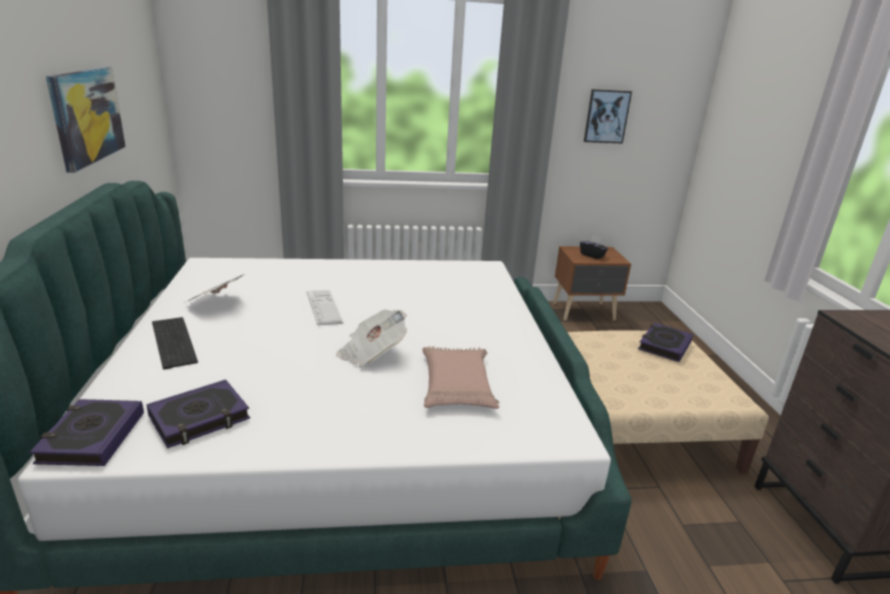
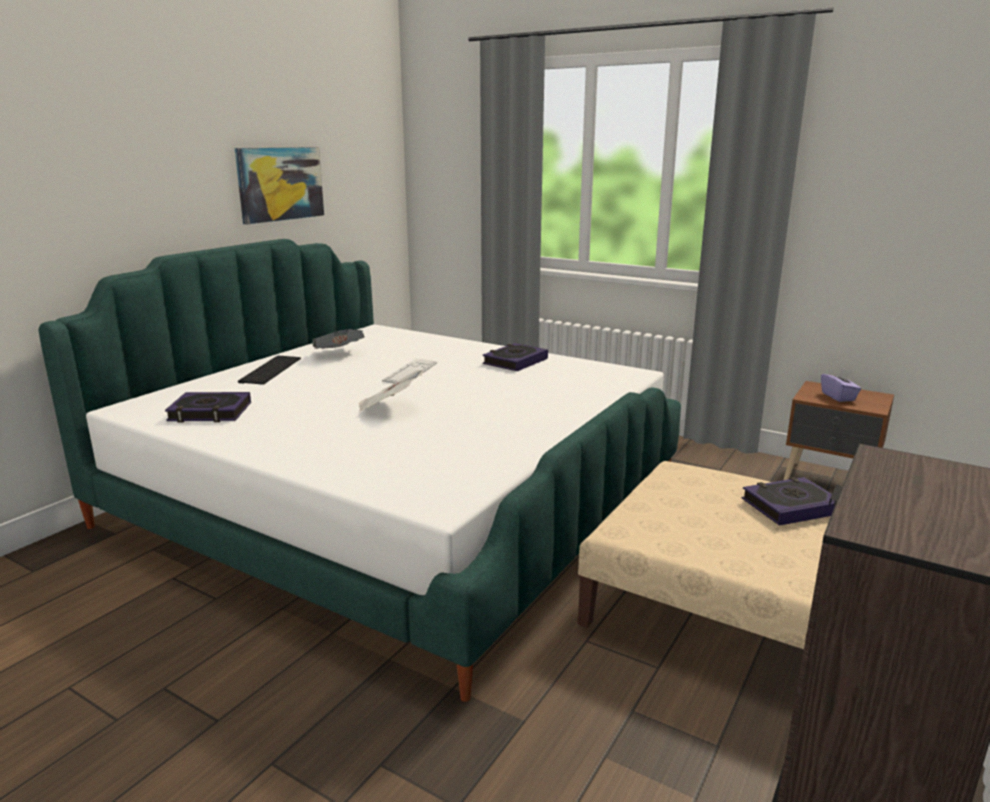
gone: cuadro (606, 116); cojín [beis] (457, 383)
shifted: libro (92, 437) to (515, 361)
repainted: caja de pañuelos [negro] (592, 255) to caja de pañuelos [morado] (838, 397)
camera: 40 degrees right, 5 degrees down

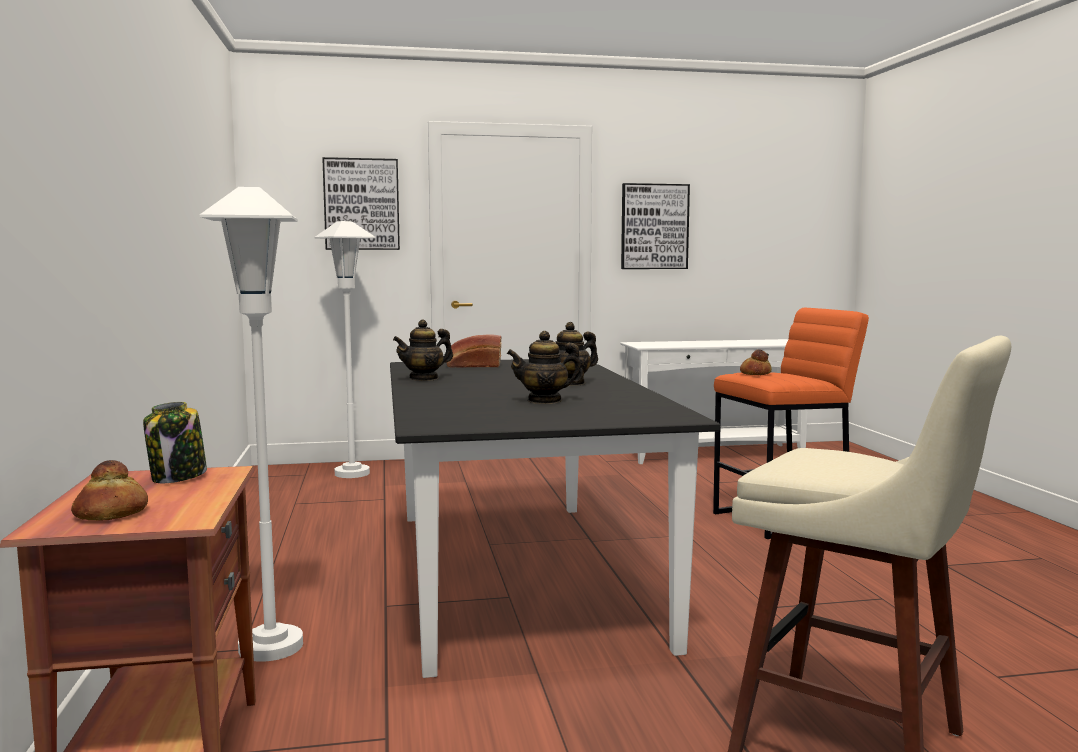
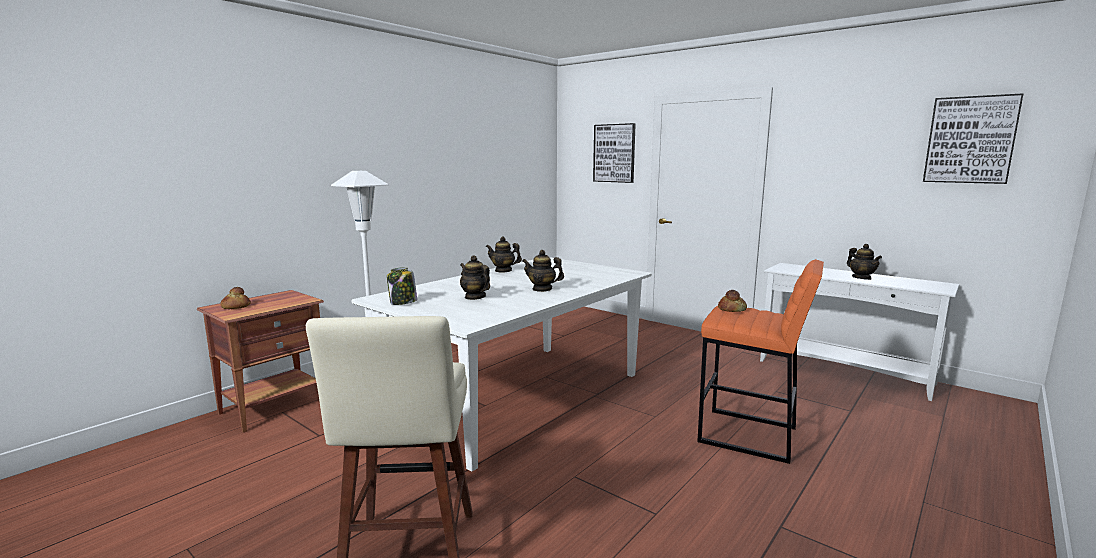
gone: lámpara de pie [blanco] (352, 473); pan (473, 366)
new: tetera (861, 278)
shifted: cuadro (654, 226) to (970, 140); tarro (178, 477) to (403, 302)
repainted: mesa de comedor [negro] (519, 573) to mesa de comedor [blanco] (518, 396)
camera: 50 degrees right, 5 degrees up

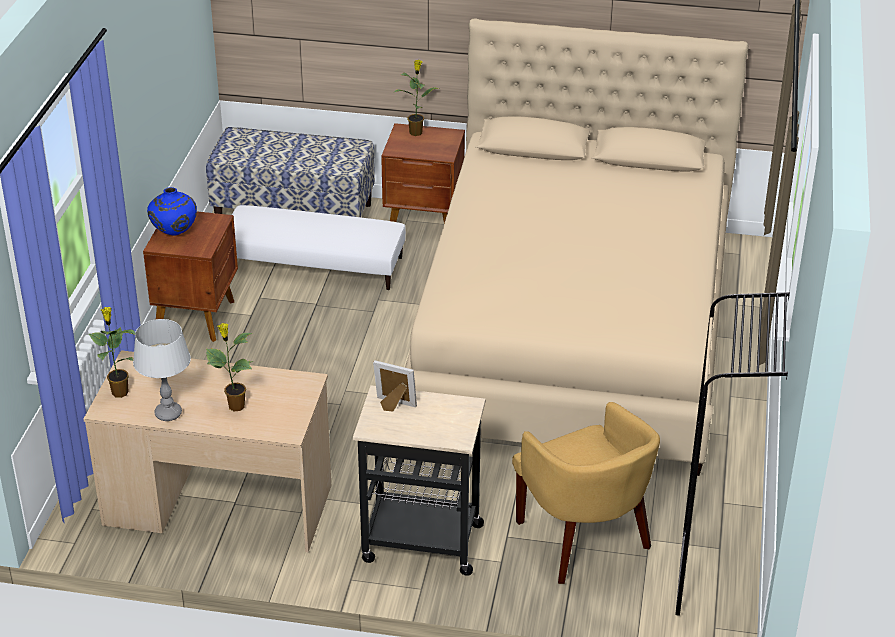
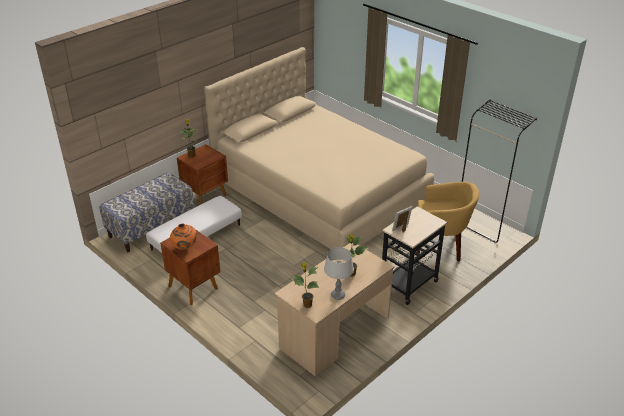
repainted: florero [azul] (174, 234) to florero [naranja] (184, 248)
camera: 55 degrees left, 0 degrees up

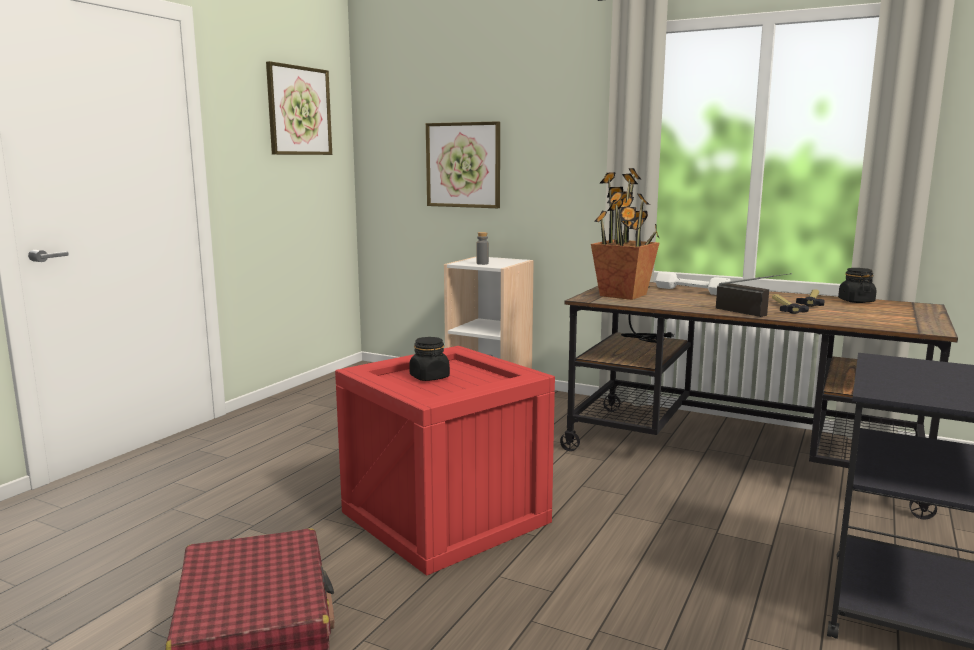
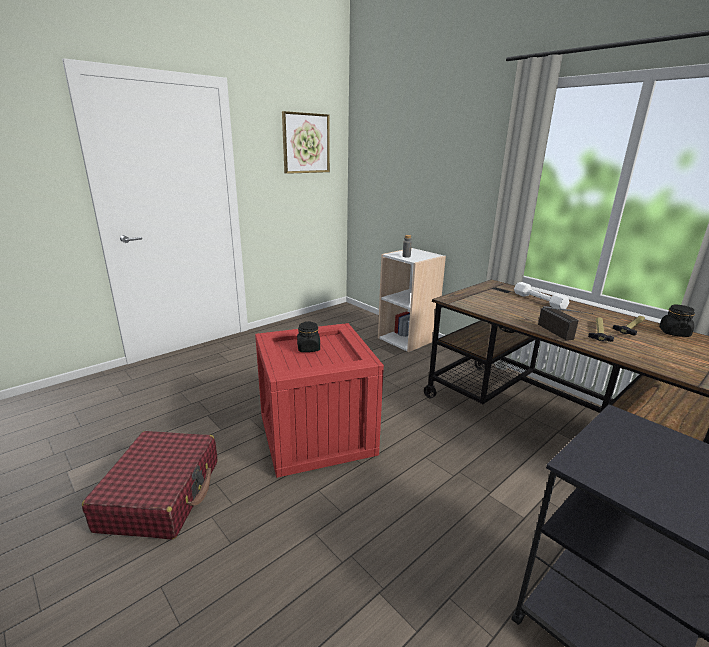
gone: cuadro (463, 165); planta en maceta (623, 295)
camera: 20 degrees right, 10 degrees up

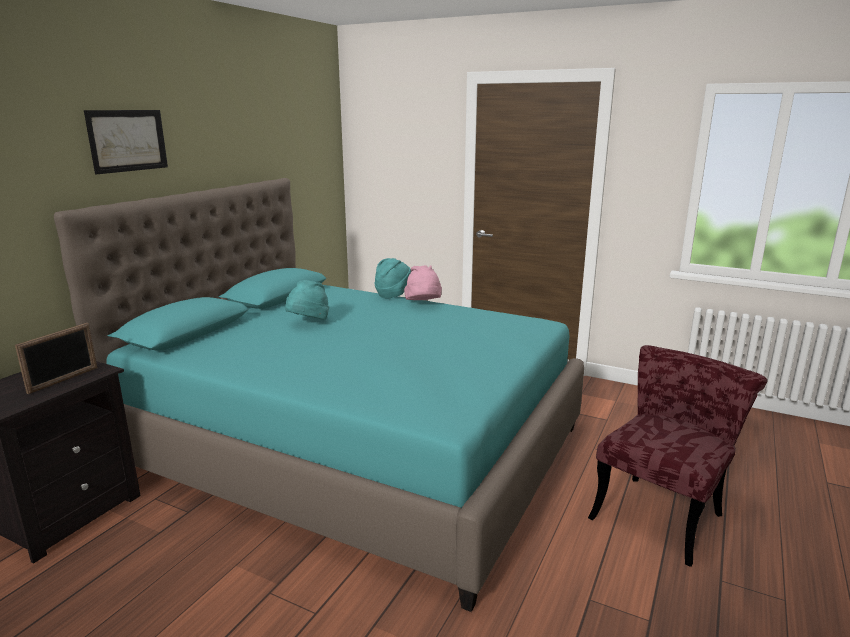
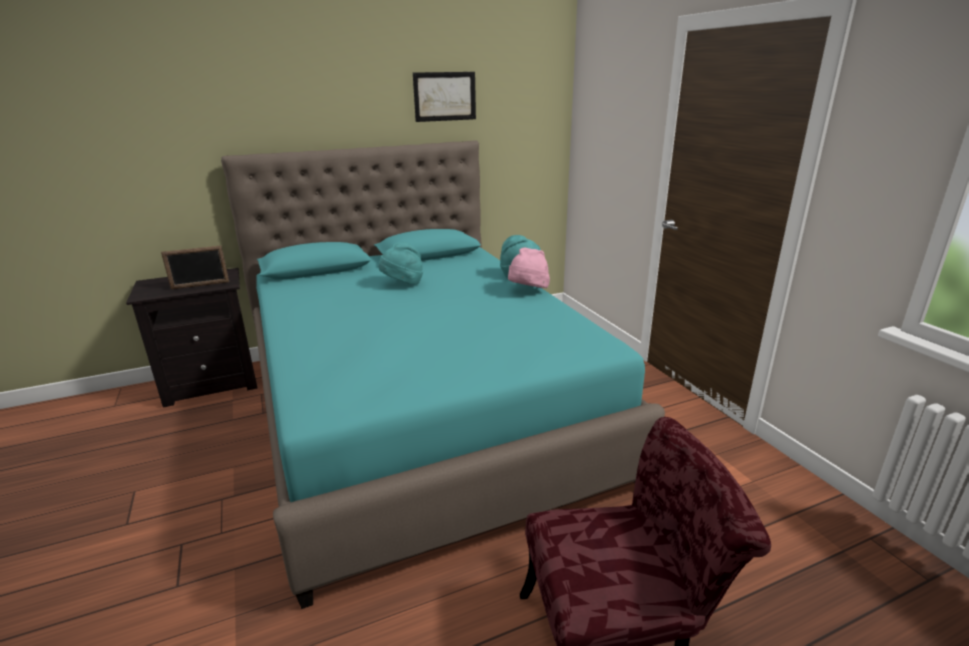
shifted: cuadro (128, 140) to (445, 96)
camera: 40 degrees right, 5 degrees up

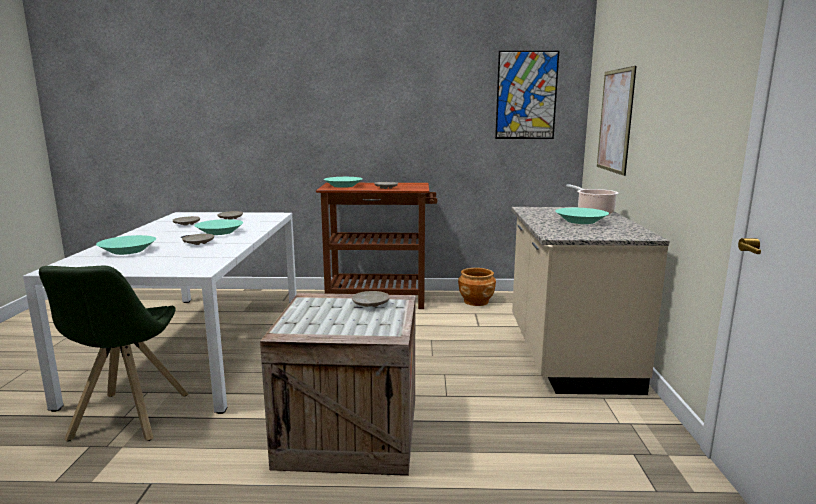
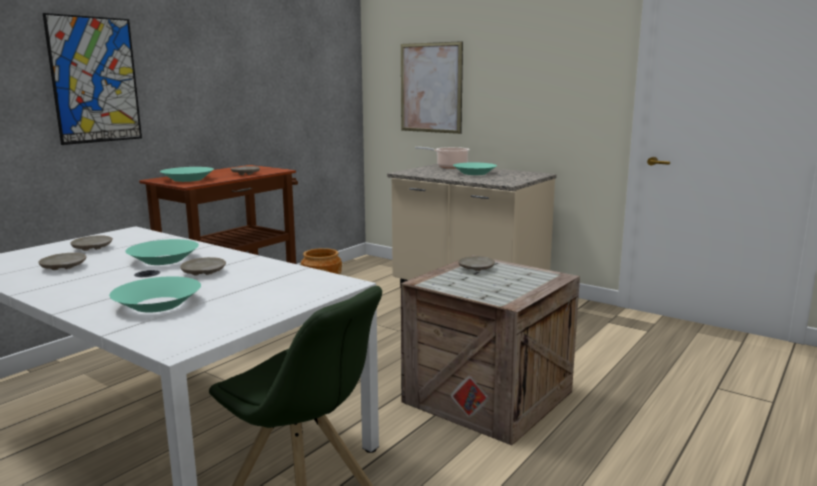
shifted: cuadro (526, 95) to (95, 80)
camera: 55 degrees left, 0 degrees up

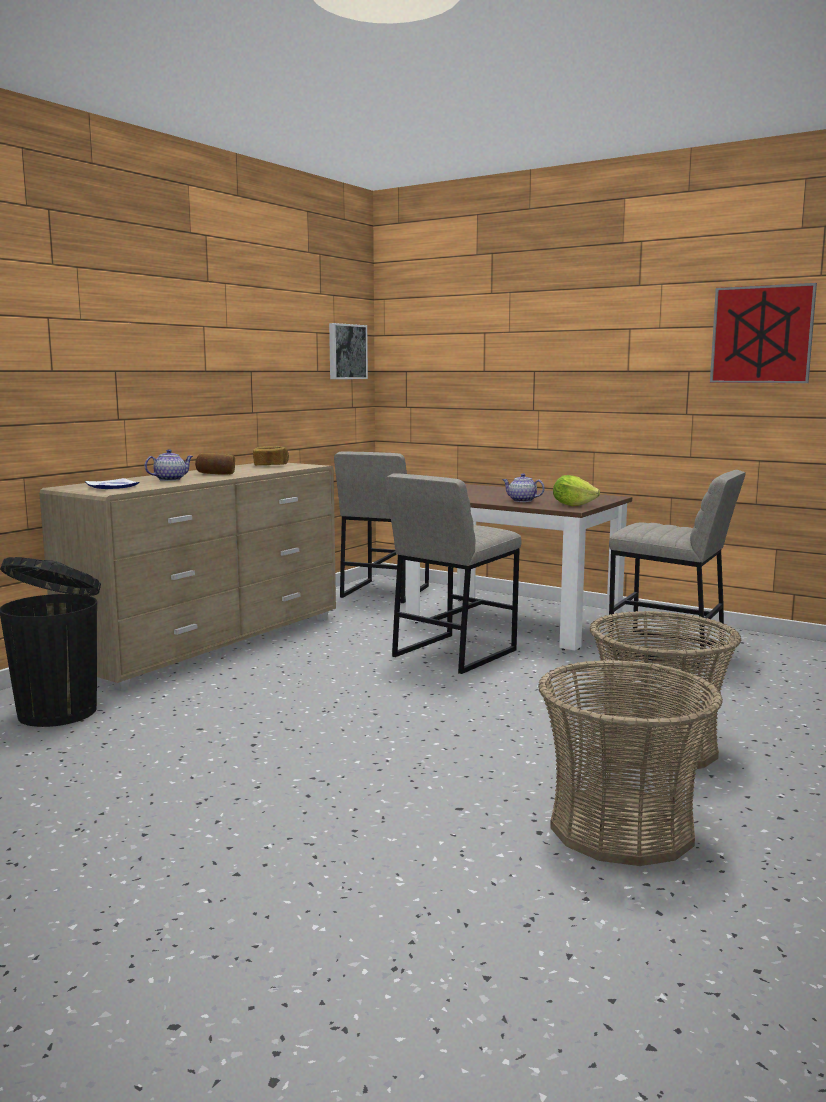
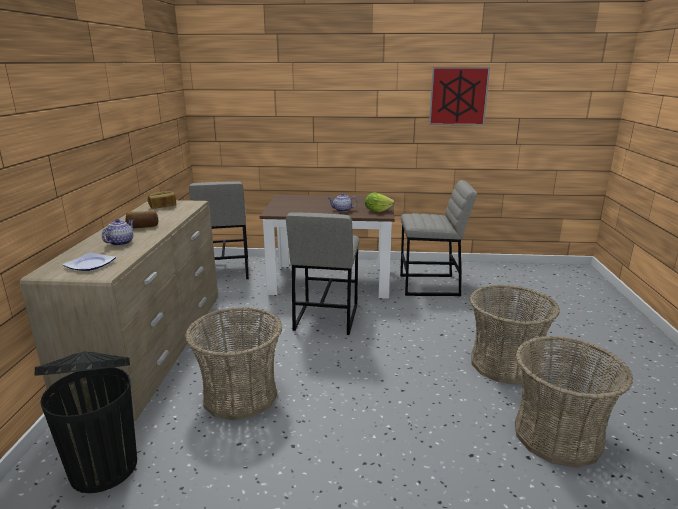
gone: cuadro (346, 351)
new: cesta (240, 395)
camera: 30 degrees left, 10 degrees up

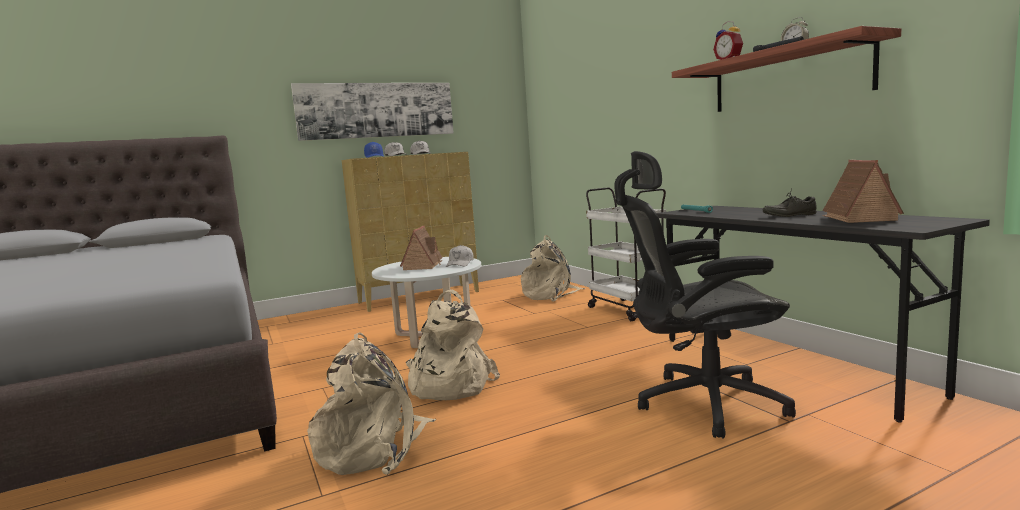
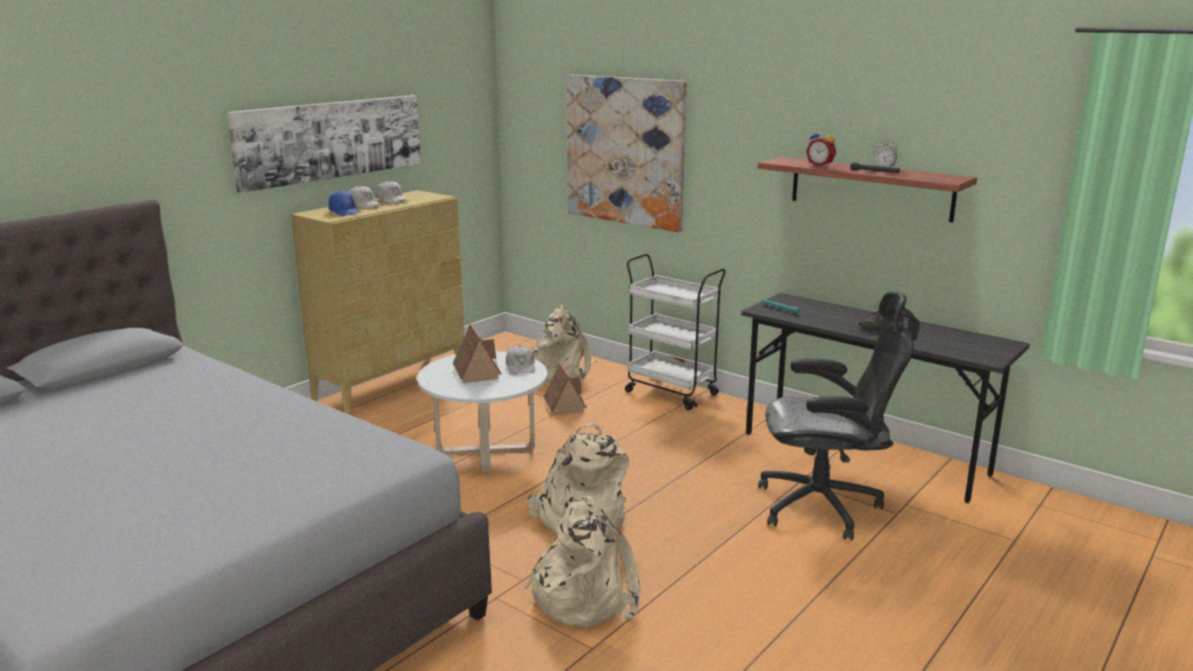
new: cuadro (625, 151)
shifted: casita (858, 218) to (563, 405)
rotated: silla de oficina (702, 404) = (825, 506) 150 degrees counterclockwise
camera: 25 degrees left, 10 degrees up

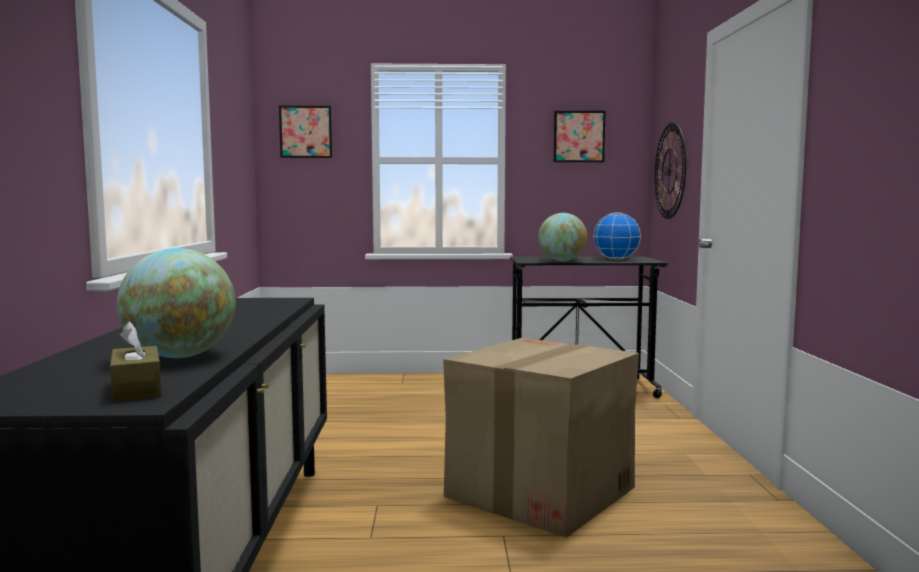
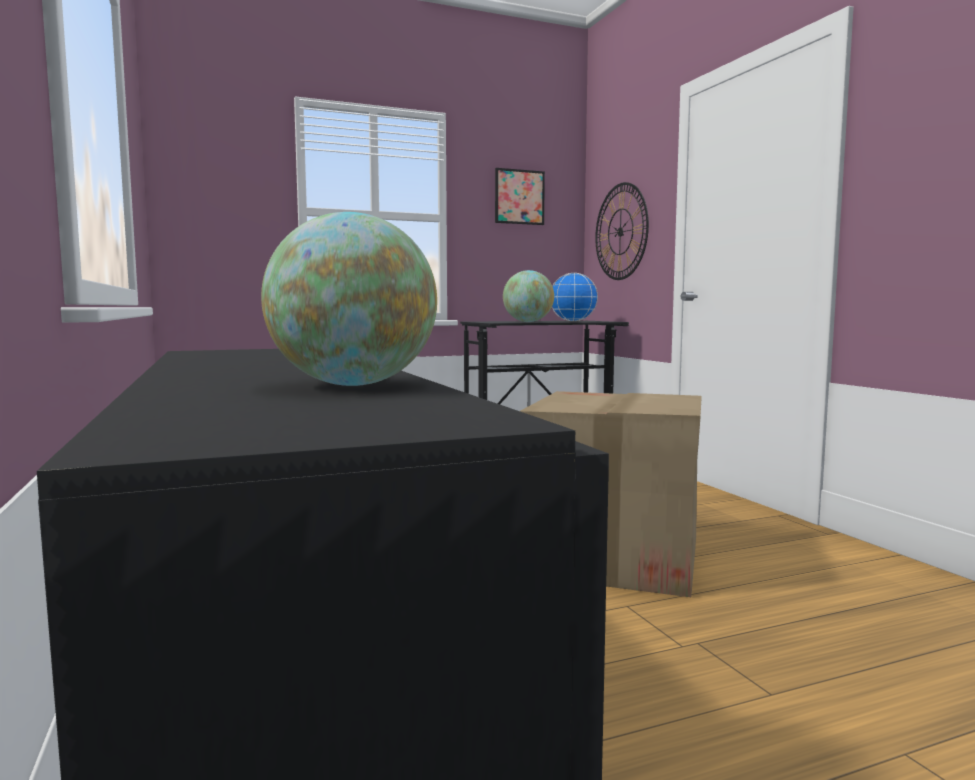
gone: cuadro (305, 132); caja de pañuelos [marrón] (136, 389)
camera: 20 degrees left, 0 degrees up

